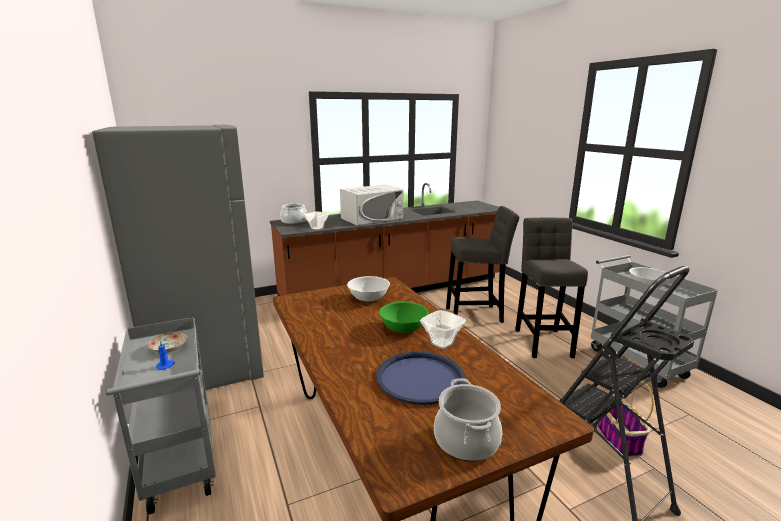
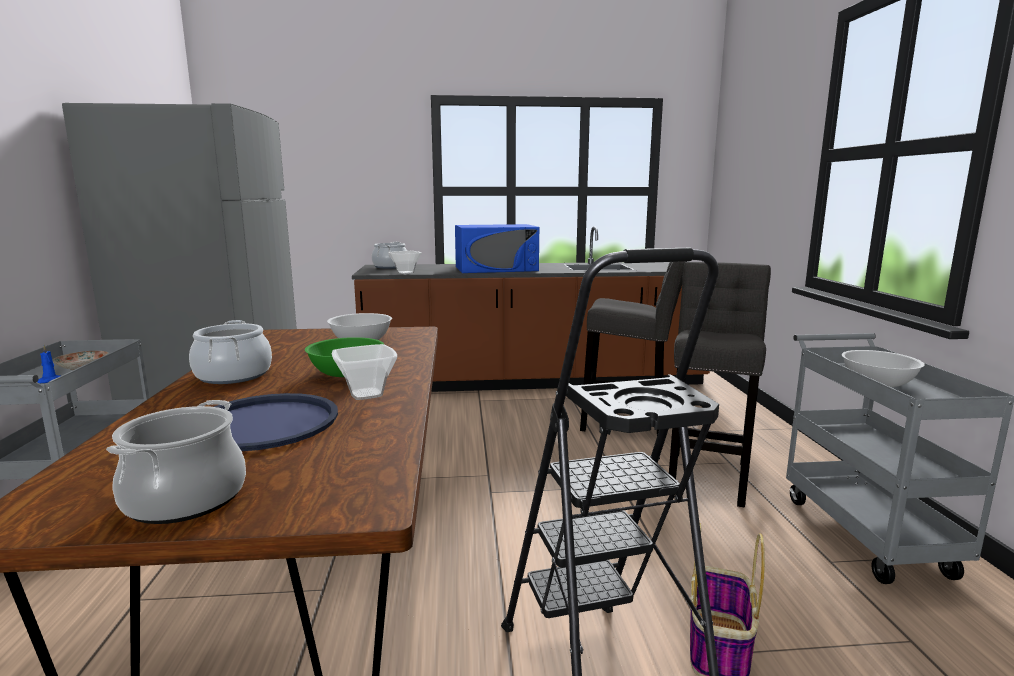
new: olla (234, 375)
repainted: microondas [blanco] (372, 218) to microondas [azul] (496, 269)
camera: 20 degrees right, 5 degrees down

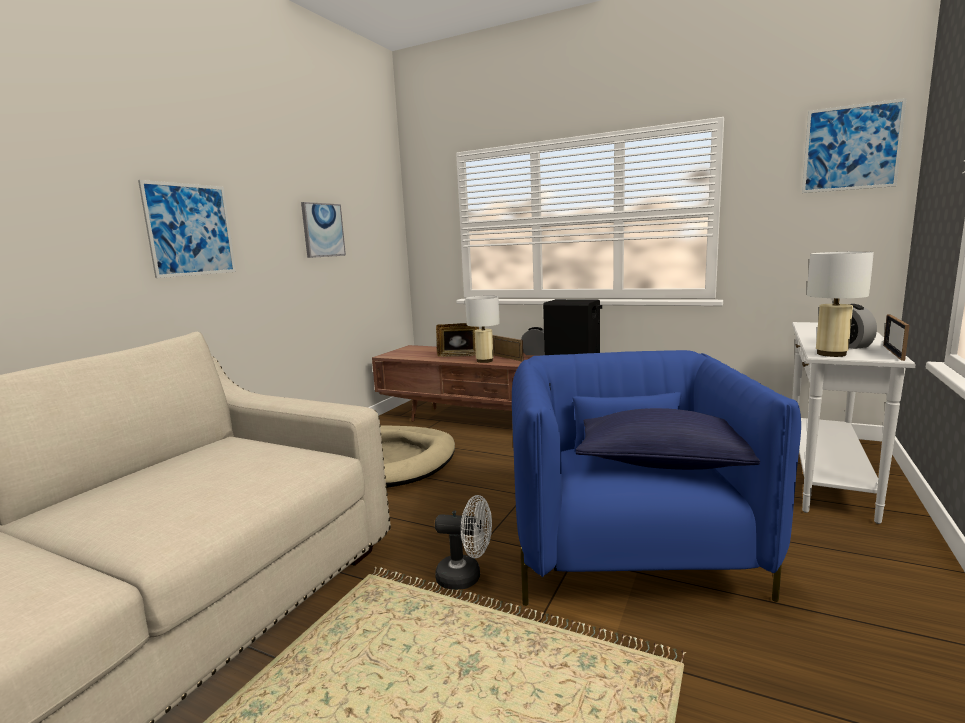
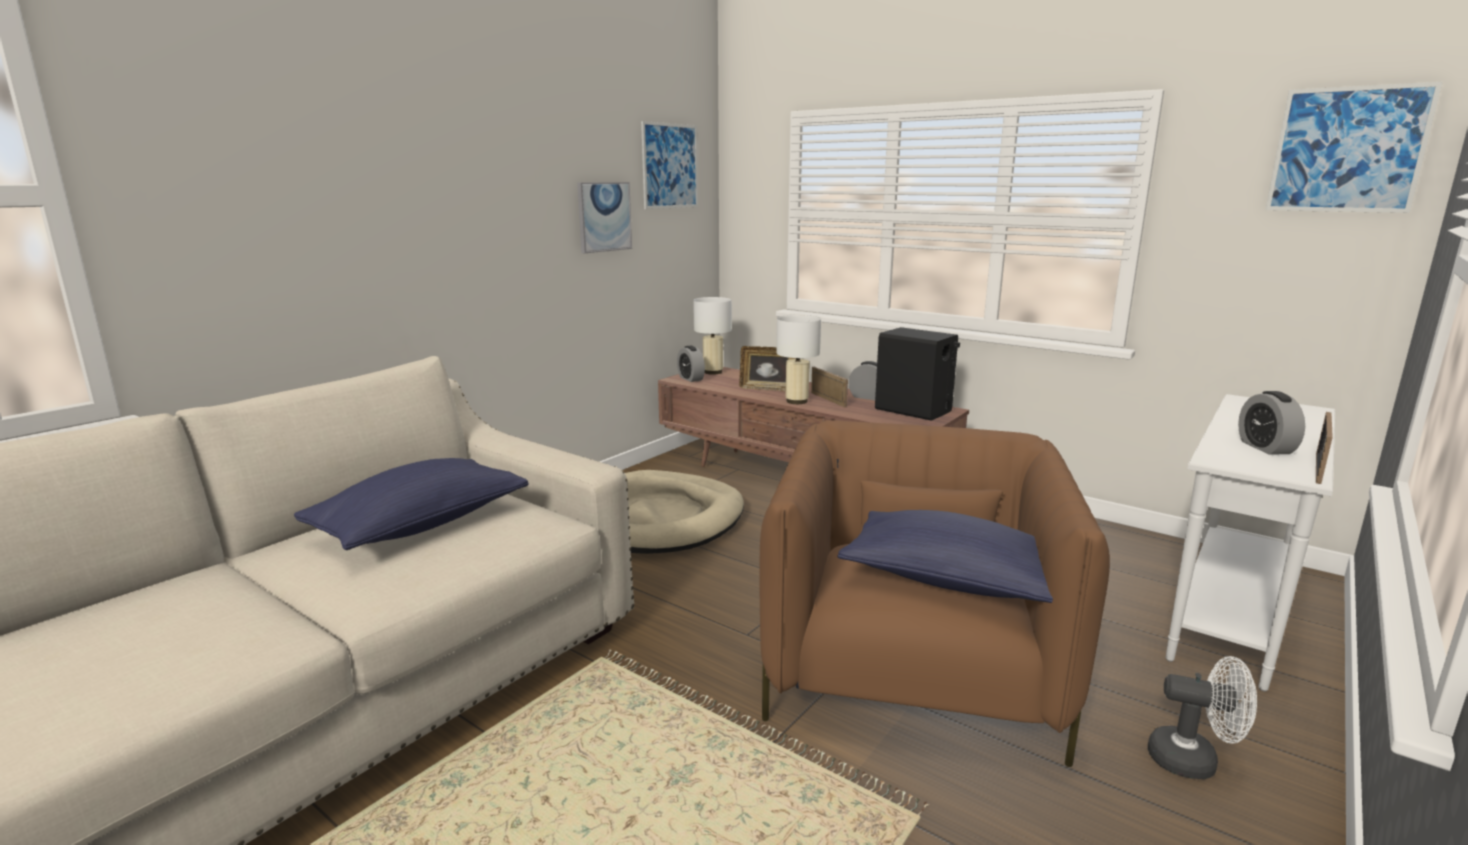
new: despertador (690, 378); cojín [azul] (420, 525)
shifted: cuadro (190, 230) to (670, 166); lámpara de mesa [blanco] (831, 354) to (713, 372); ventilador [blanco] (466, 577) to (1194, 761)
repainted: sillón [azul] (629, 550) to sillón [marrón] (913, 675)
camera: 10 degrees right, 5 degrees up

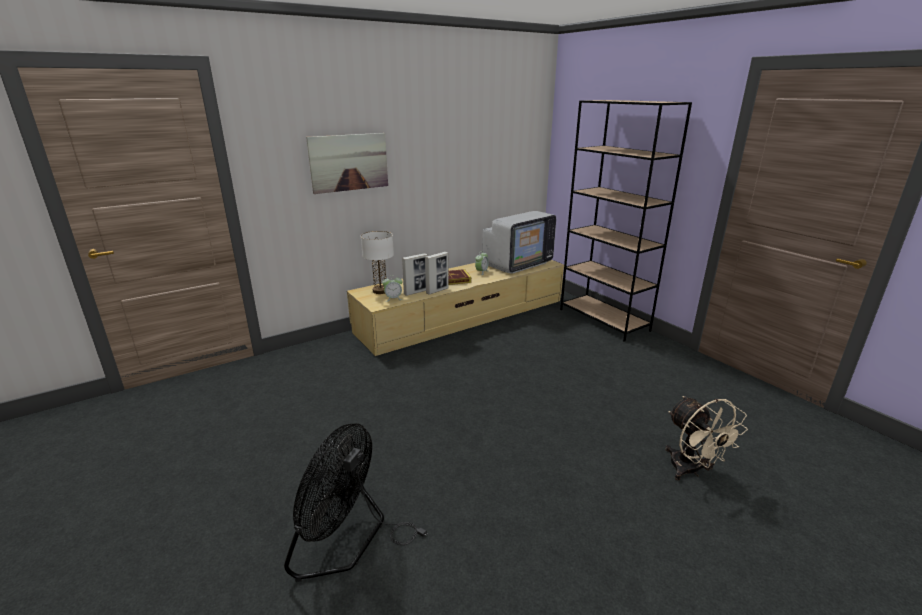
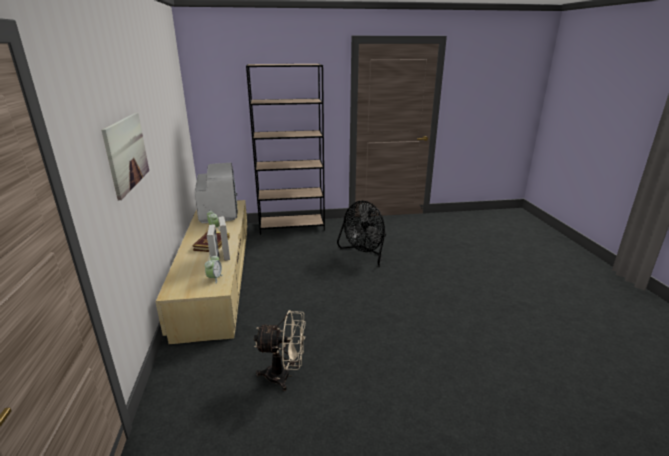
gone: lámpara de mesa (380, 291)
shifted: ventilador [beis] (691, 470) to (284, 376); ventilador [negro] (356, 535) to (364, 253)
camera: 65 degrees left, 0 degrees up

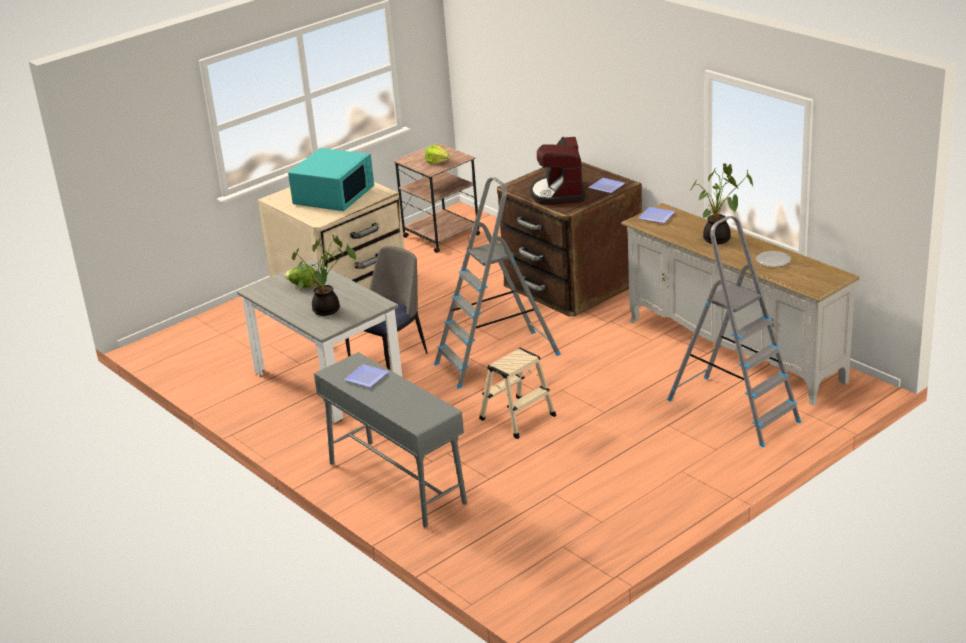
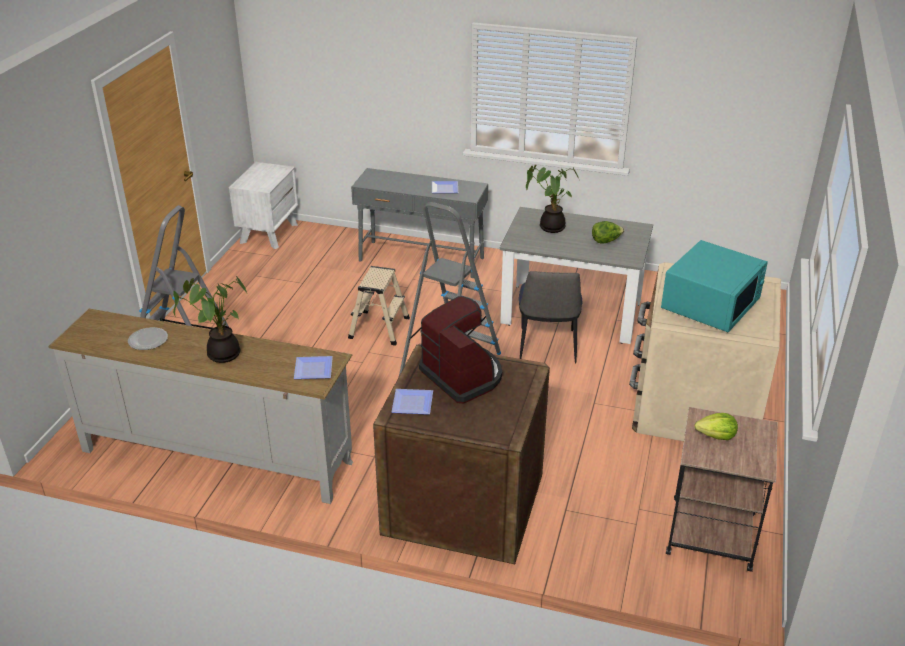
new: mesita de noche [blanco] (269, 233)
rotated: microondas [turquesa] (334, 195) = (711, 303) 135 degrees counterclockwise
camera: 145 degrees right, 5 degrees up

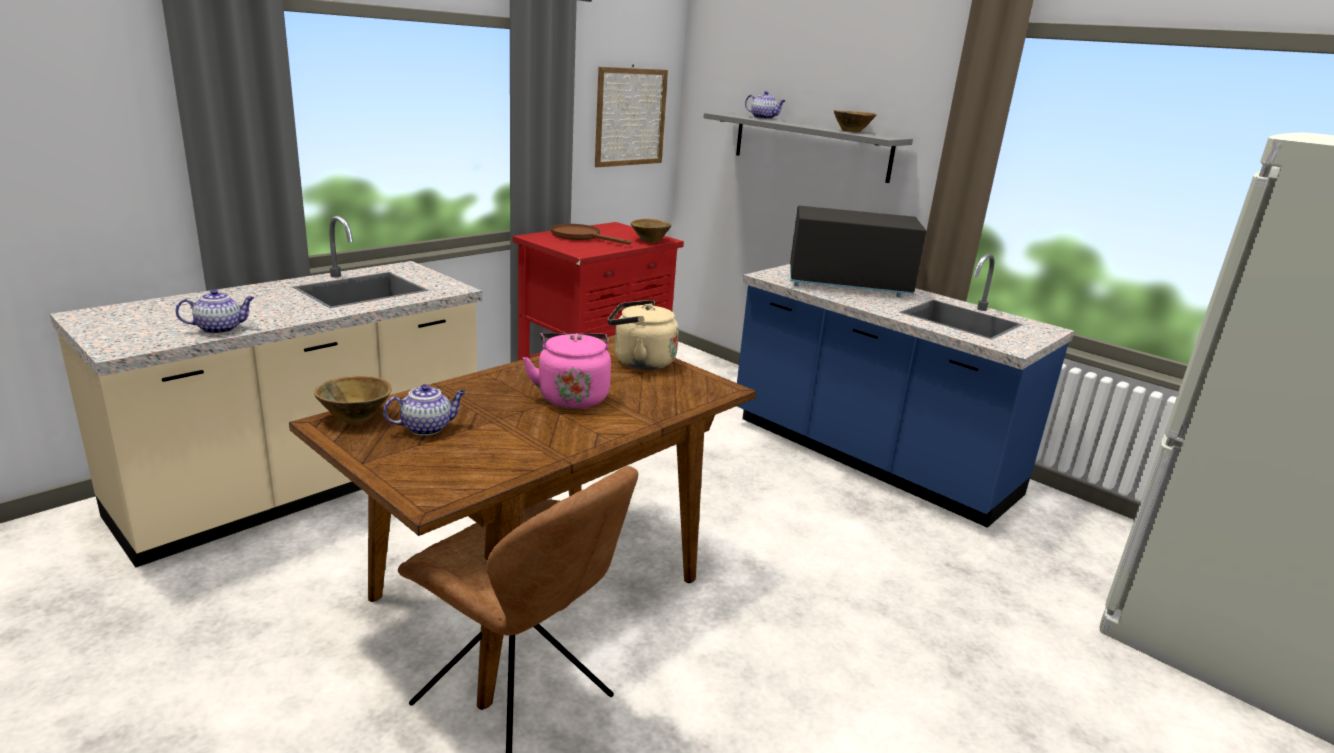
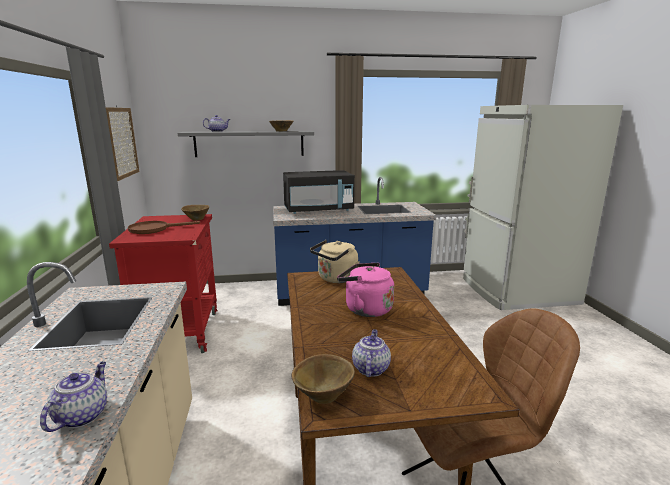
rotated: microondas [negro] (847, 284) = (318, 210) 150 degrees counterclockwise
camera: 50 degrees left, 5 degrees down

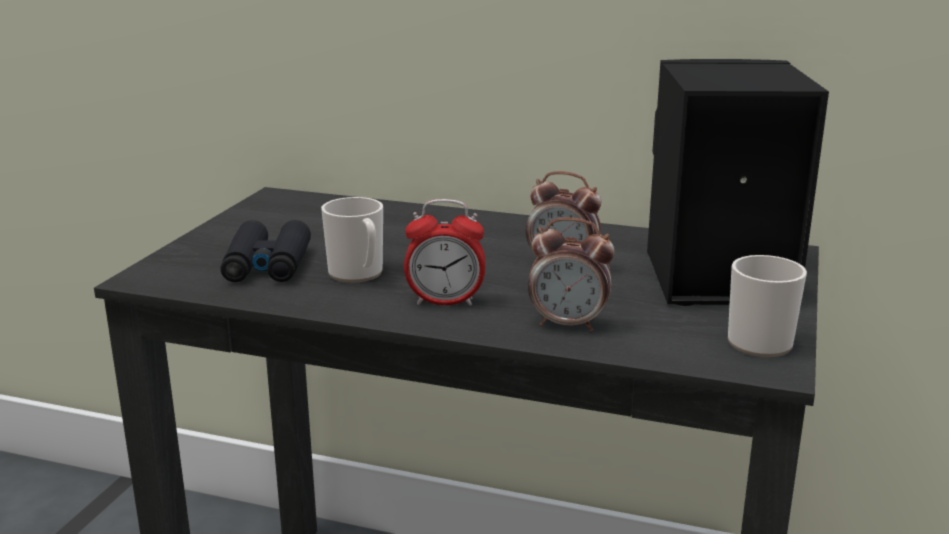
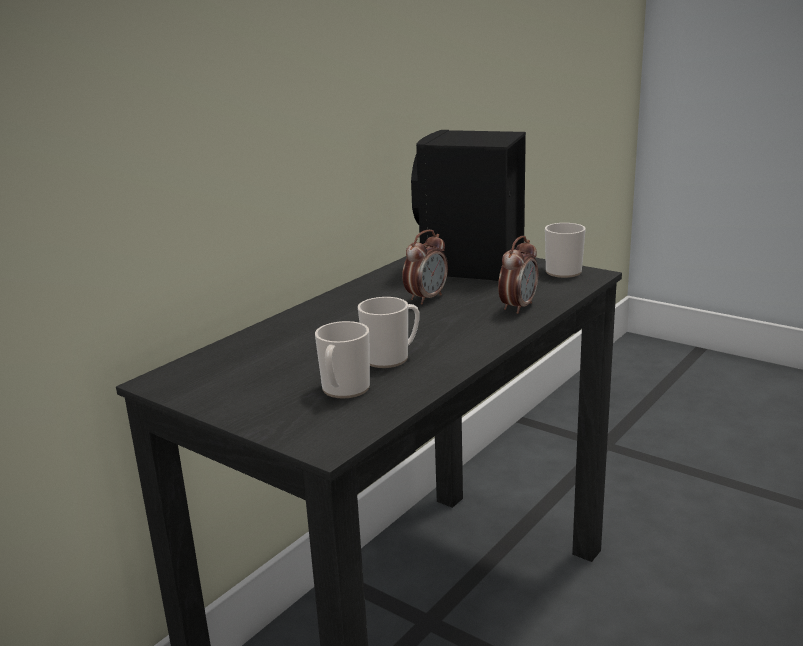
gone: despertador (445, 302)
swapped: prismáticos [negro] (267, 266) to taza grande (343, 390)
camera: 70 degrees left, 0 degrees up

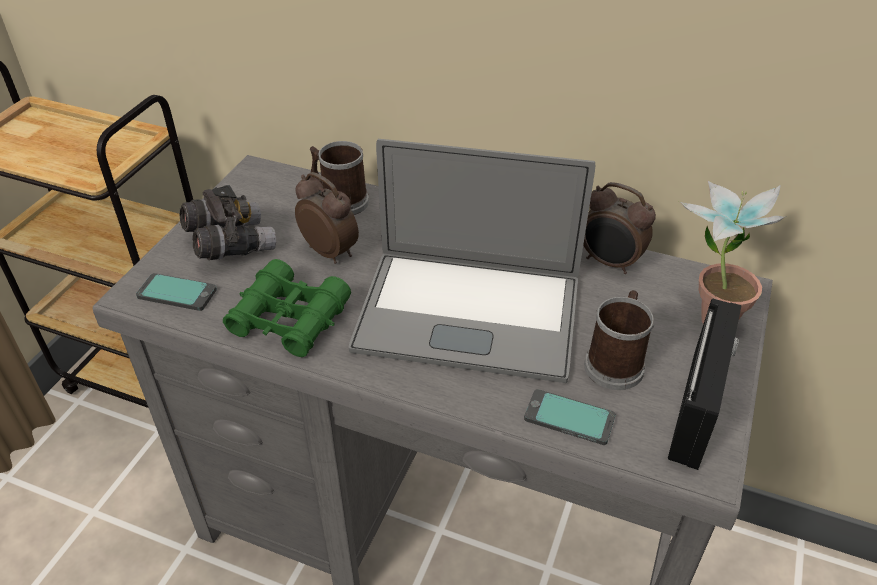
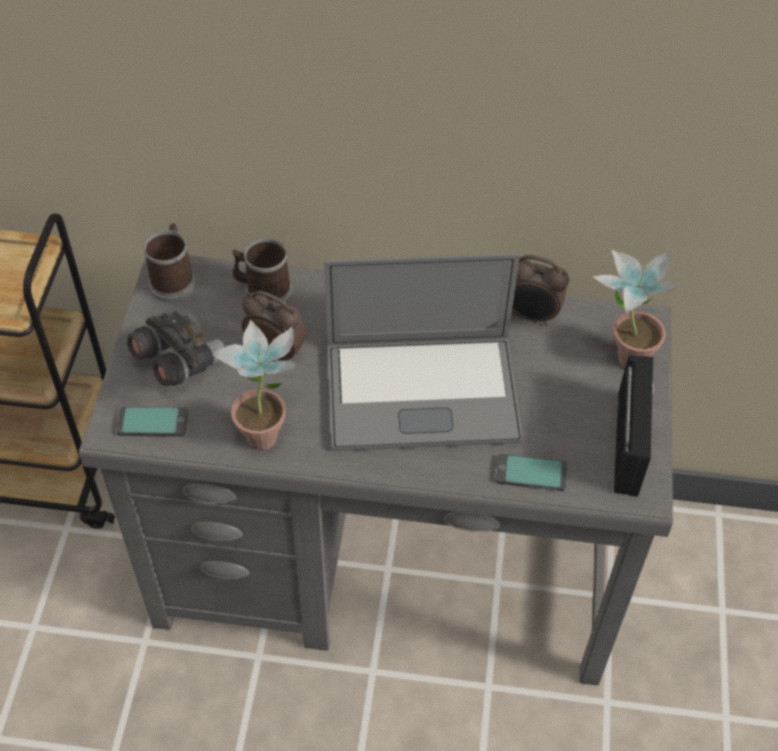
shifted: taza grande (615, 362) to (174, 280)
swapped: prismáticos [verde] (289, 319) to planta en maceta (267, 429)
camera: 15 degrees left, 10 degrees up

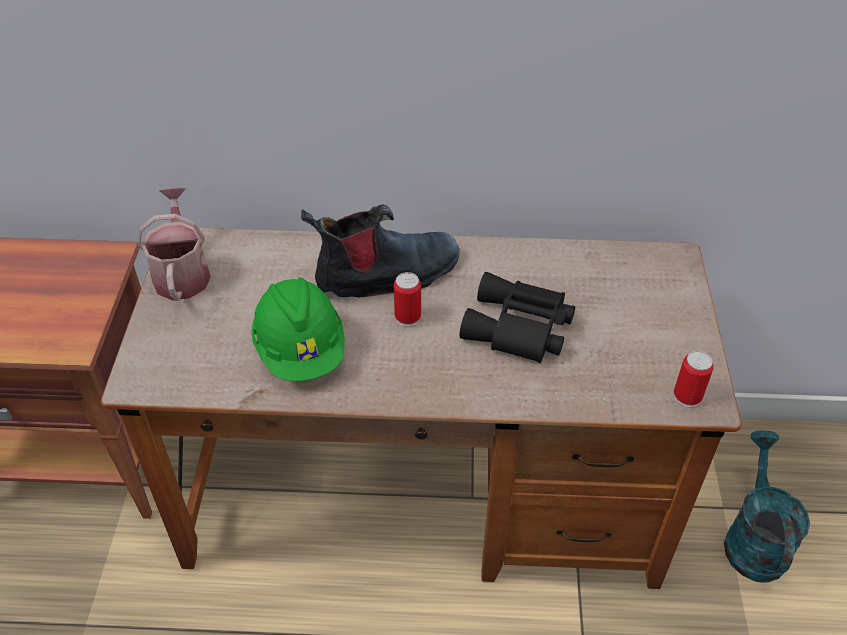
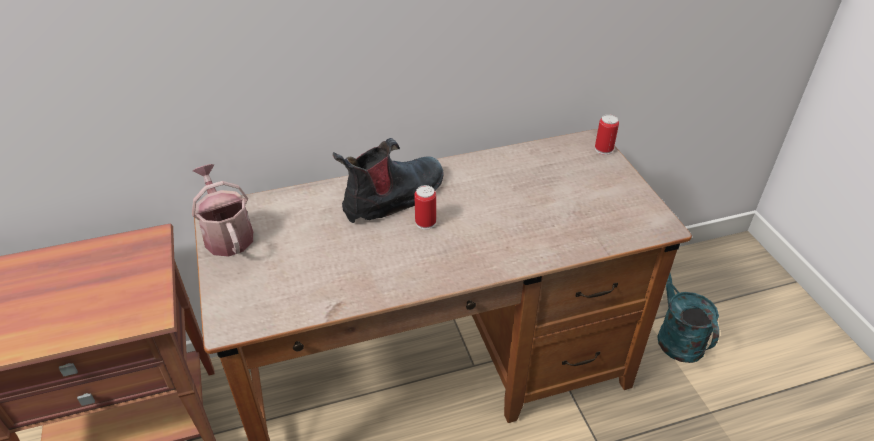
gone: prismáticos [negro] (519, 329); casco [verde] (301, 350)
shifted: lata (687, 396) to (603, 149)
camera: 20 degrees left, 5 degrees down

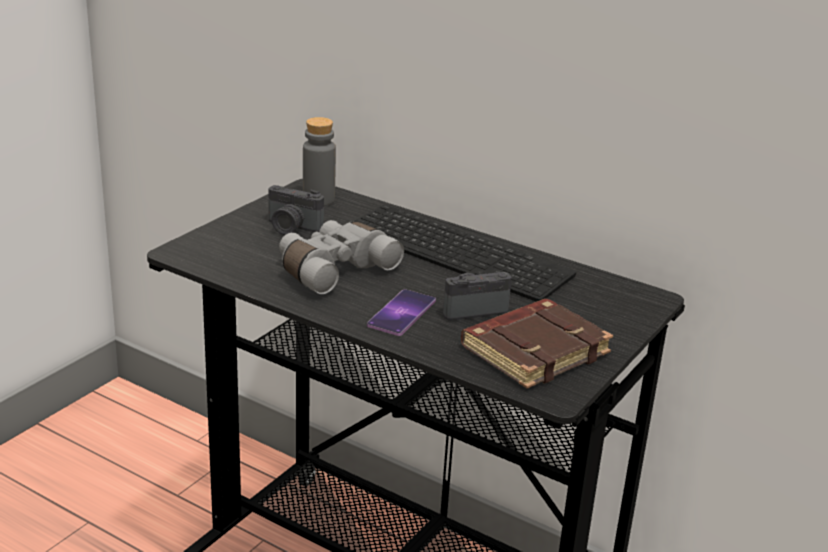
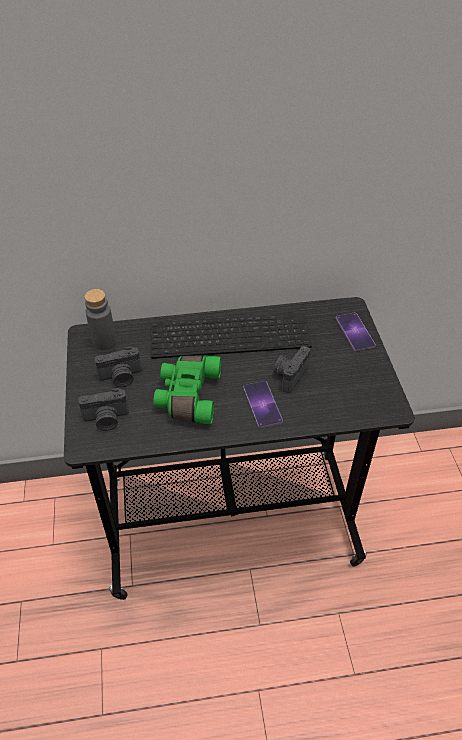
gone: libro [marrón] (534, 350)
new: móvil (355, 331); cámara (106, 419)
repainted: prismáticos [gris] (333, 269) to prismáticos [verde] (187, 396)
camera: 40 degrees left, 20 degrees up

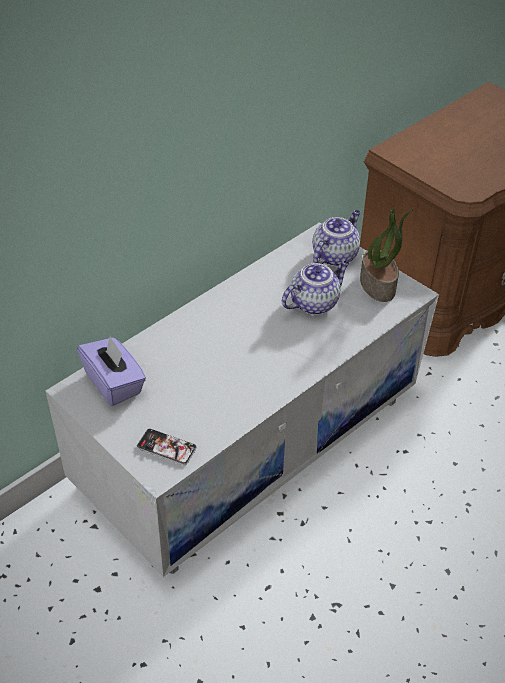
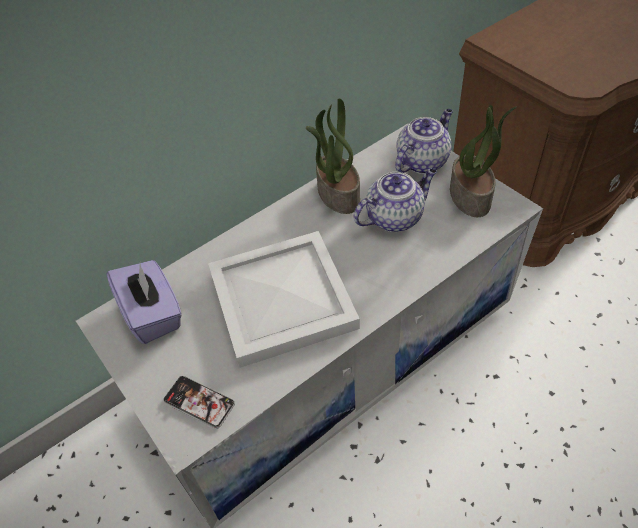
new: planta en maceta (337, 194); bandeja [blanco] (281, 302)
camera: 10 degrees right, 5 degrees up

